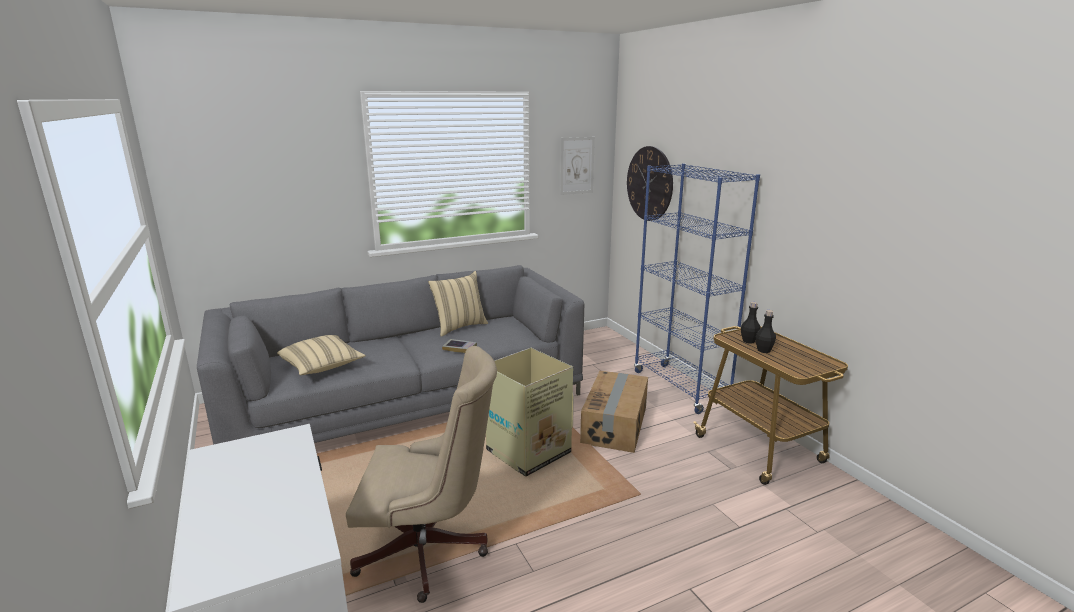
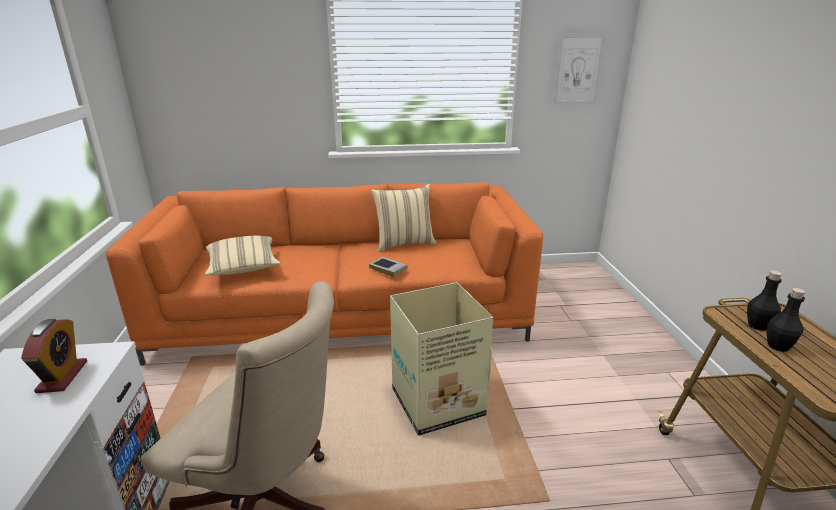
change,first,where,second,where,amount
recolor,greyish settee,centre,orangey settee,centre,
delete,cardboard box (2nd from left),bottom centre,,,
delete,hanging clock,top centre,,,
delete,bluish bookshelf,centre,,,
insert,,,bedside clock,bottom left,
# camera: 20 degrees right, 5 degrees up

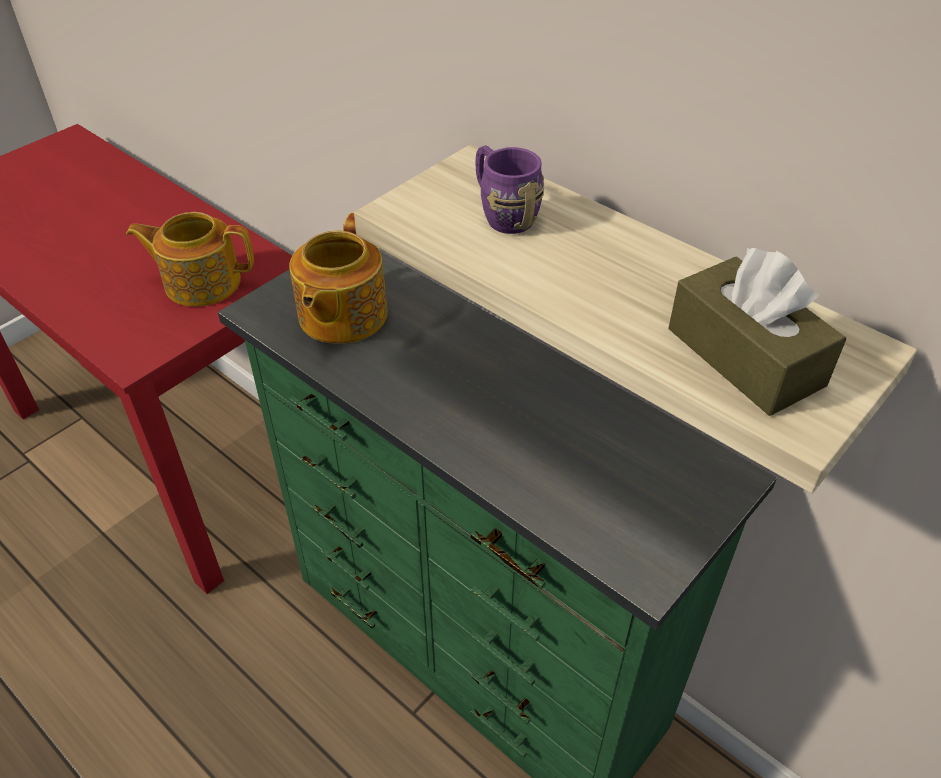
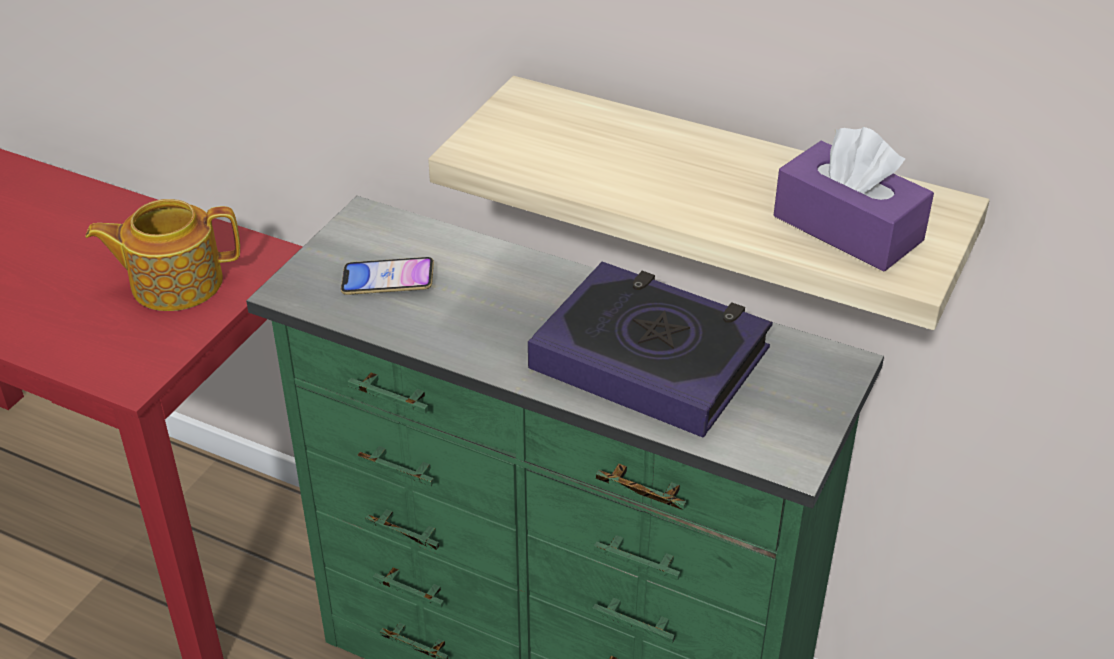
change,first,where,second,where,amount
replace,pot for tea (2nd from left),centre,handset,centre,
delete,purplish tea mug,top centre,,,
recolor,brown-coloured tissue box,middle right,purplish tissue box,top right,
insert,,,book,centre,
# camera: 15 degrees left, 5 degrees down

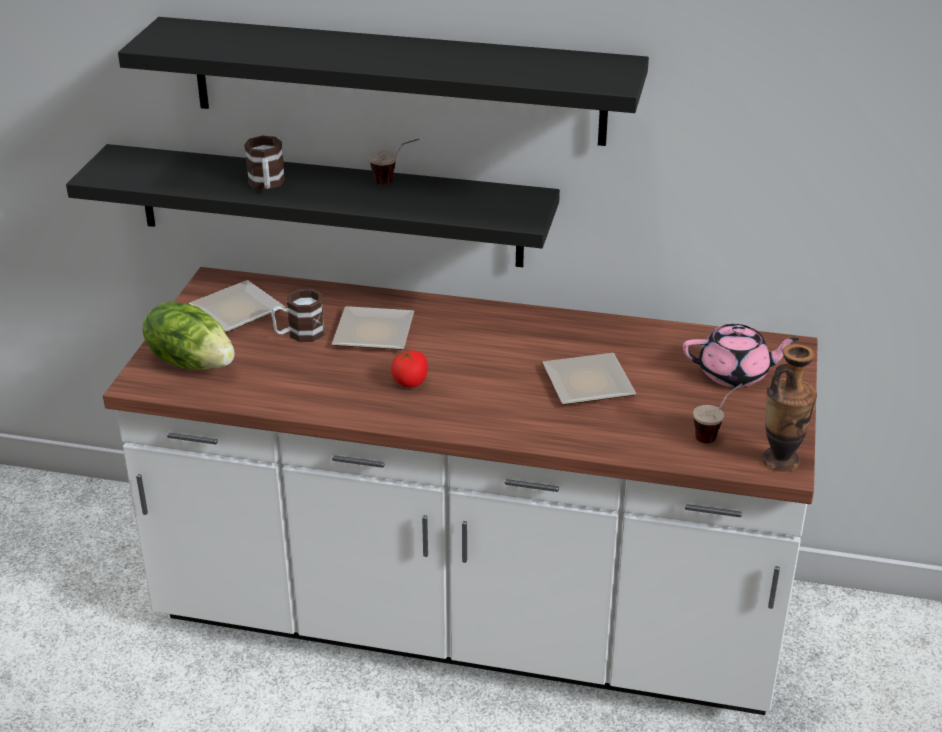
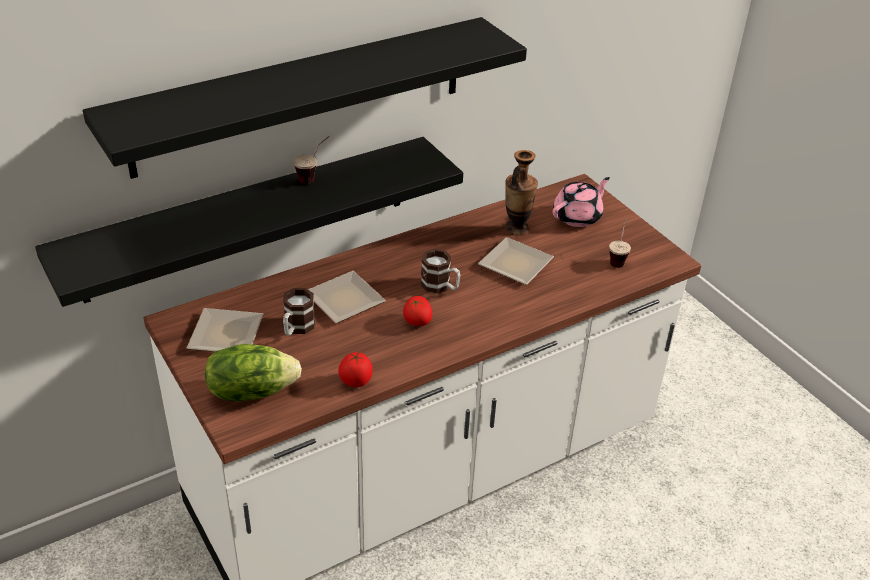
change,first,where,second,where,amount
move,tea mug (1st from left in the first image),top left,tea mug (2nd from left),centre,
move,decorative vase,middle right,,top centre,
insert,,,whole tomato (1st from left),centre,
# camera: 45 degrees left, 5 degrees up

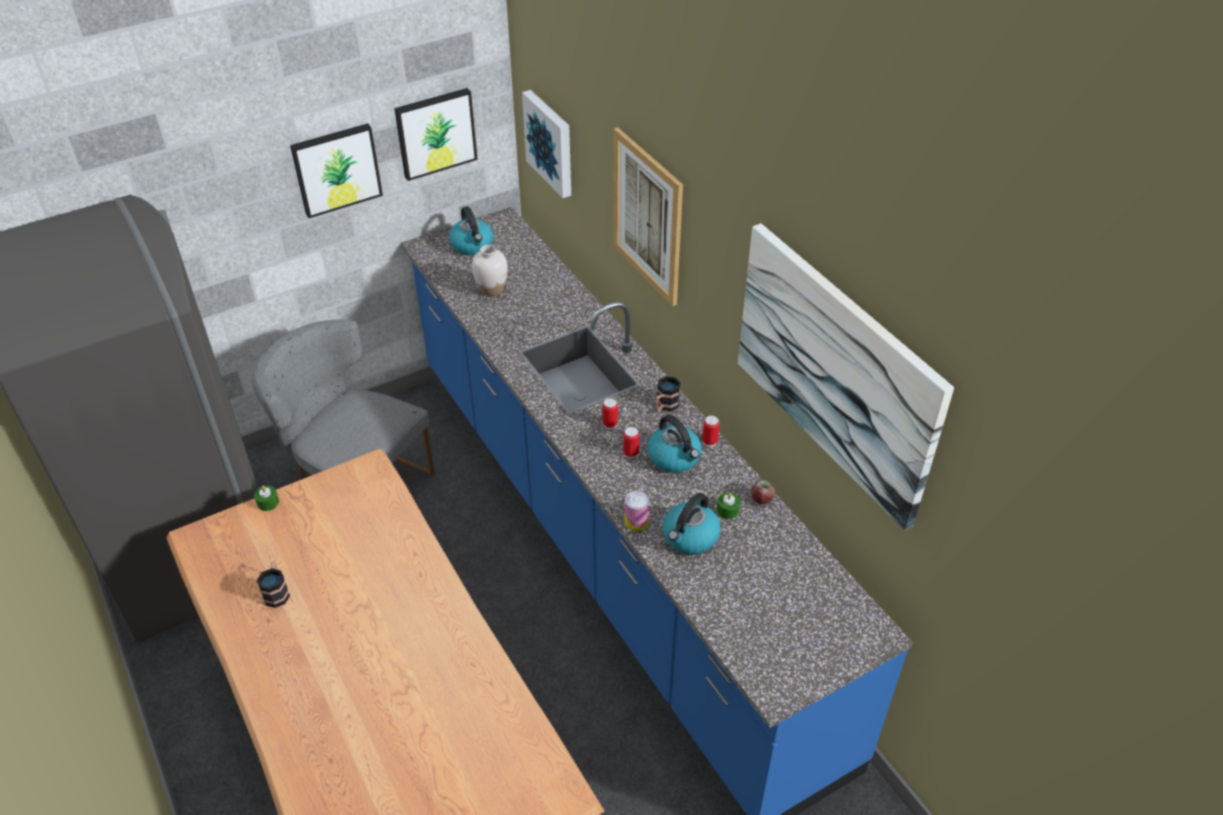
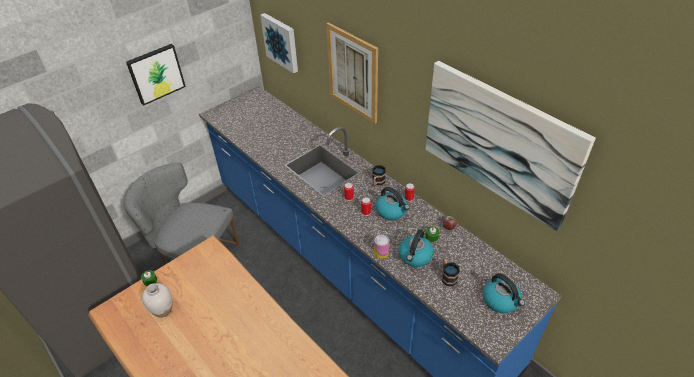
change,first,where,second,where,amount
move,tea mug (1st from left in the first image),bottom left,tea mug (2nd from left),bottom centre,
delete,wall art (2nd from left),top centre,,,
move,tea kettle (1st from left in the first image),top centre,tea kettle (3rd from left),bottom right,
move,white-coloured decorative vase,top centre,,bottom left,
# camera: 10 degrees left, 0 degrees up

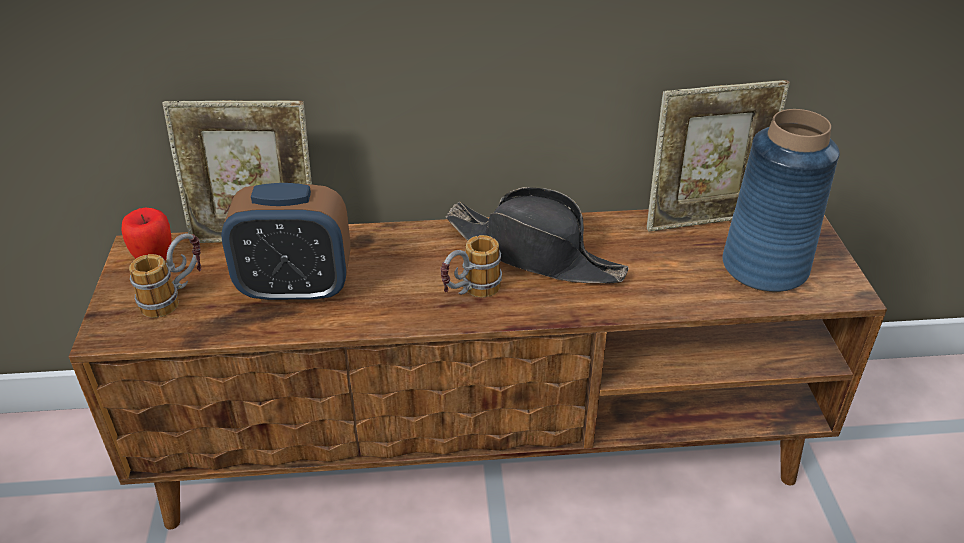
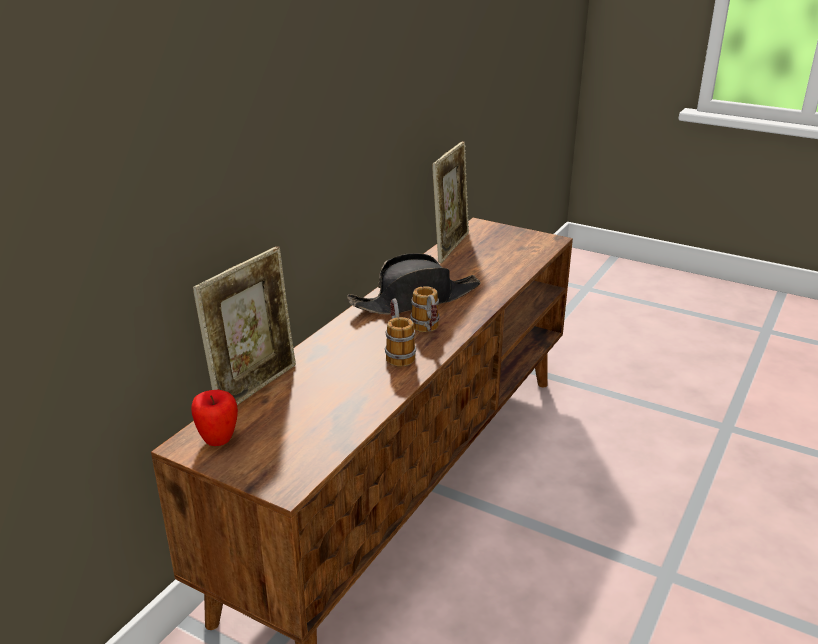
change,first,where,second,where,amount
move,tea mug (1st from left),middle left,,centre,
delete,bedside clock,middle left,,,
delete,bluish decorative vase,middle right,,,
# camera: 55 degrees left, 10 degrees down

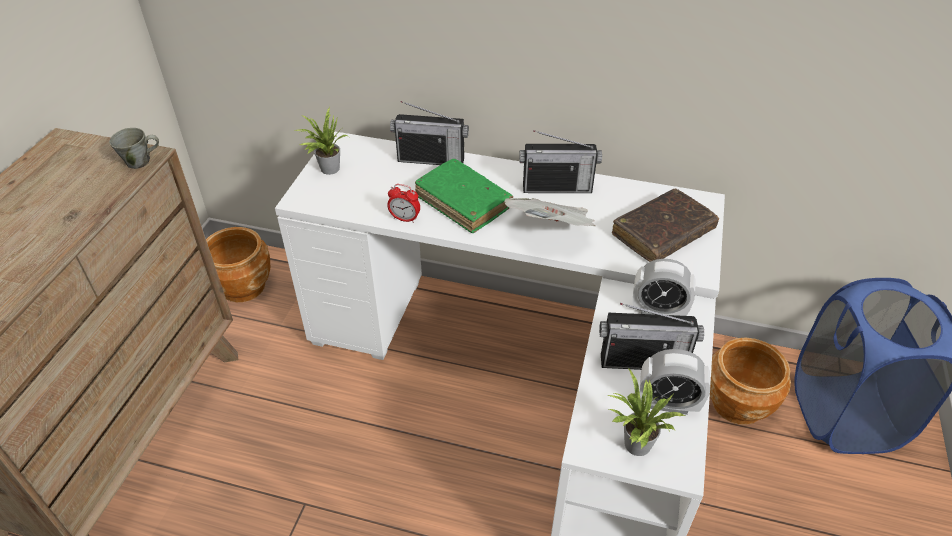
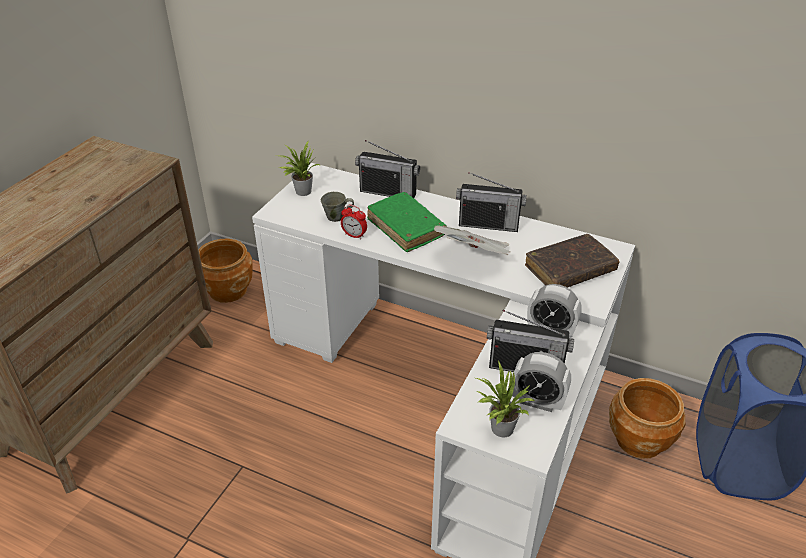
change,first,where,second,where,amount
move,greyish tea mug,top left,,centre,
# camera: 10 degrees right, 5 degrees down

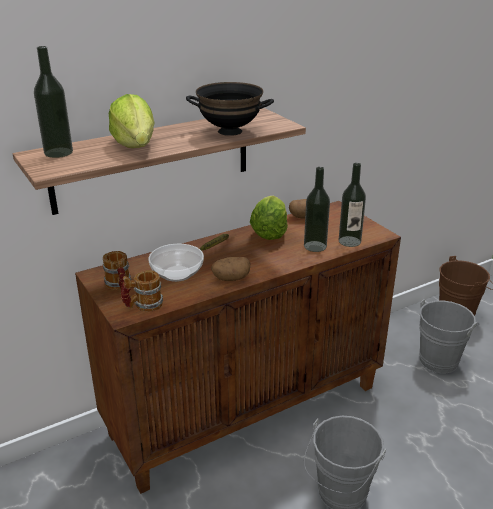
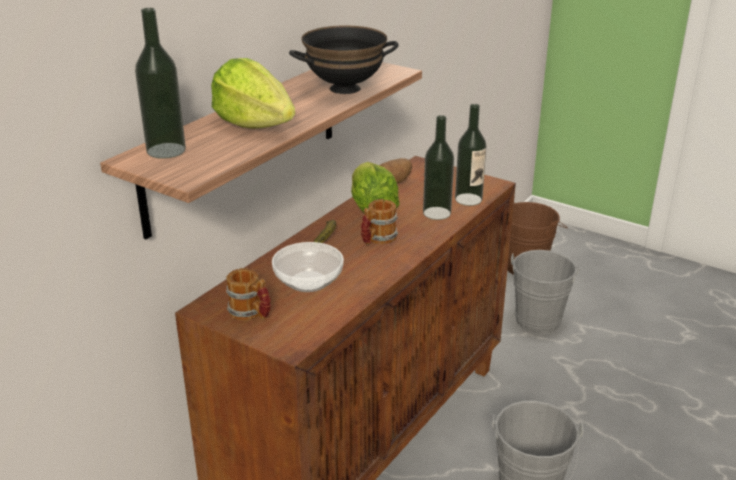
change,first,where,second,where,amount
move,tea mug (2nd from left),middle left,,centre,
delete,potato (1st from left),centre,,,
# camera: 25 degrees left, 0 degrees up

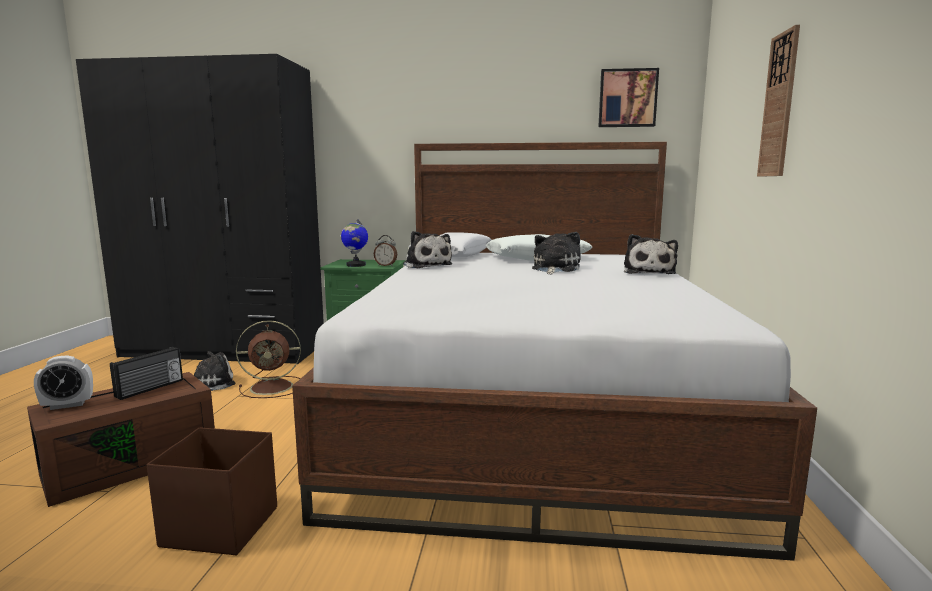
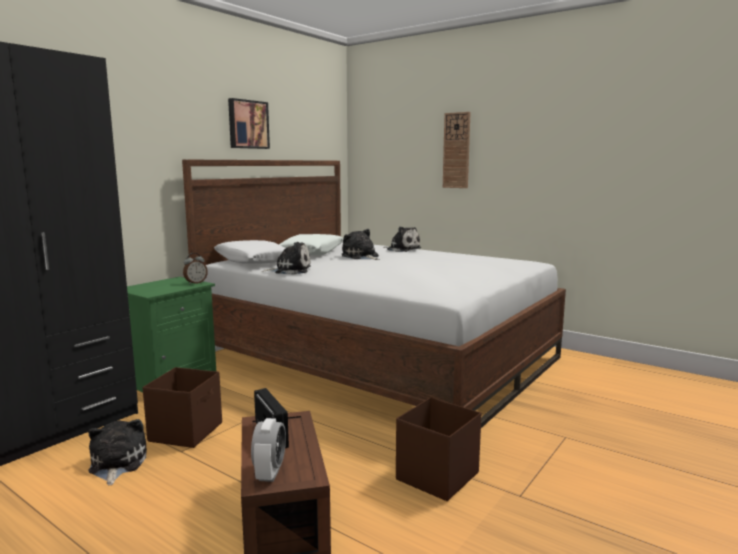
change,first,where,second,where,amount
replace,brown-coloured fan,middle left,brown-coloured storage box (1st from left),bottom left,
delete,globe,centre,,,
move,wall art,top right,,top centre,
# camera: 60 degrees left, 0 degrees up

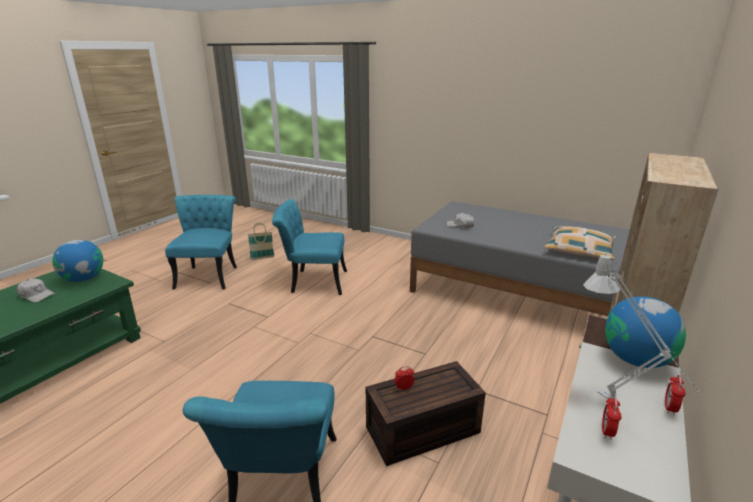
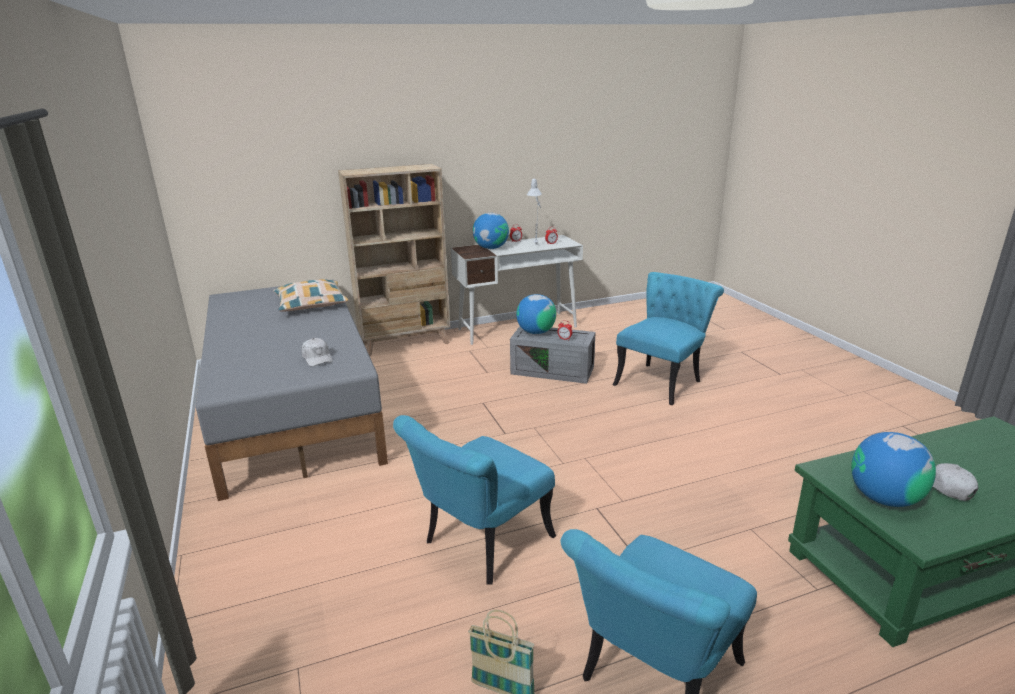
change,first,where,second,where,amount
rotate,blue-green plain chair (3rd from left in the first image),centre,blue-green plain chair (1st from left),bottom centre,90 degrees clockwise
recolor,brown-coloured storage box,bottom centre,greyish storage box,centre,
insert,,,globe (2nd from left),centre,
# camera: 140 degrees left, 0 degrees up

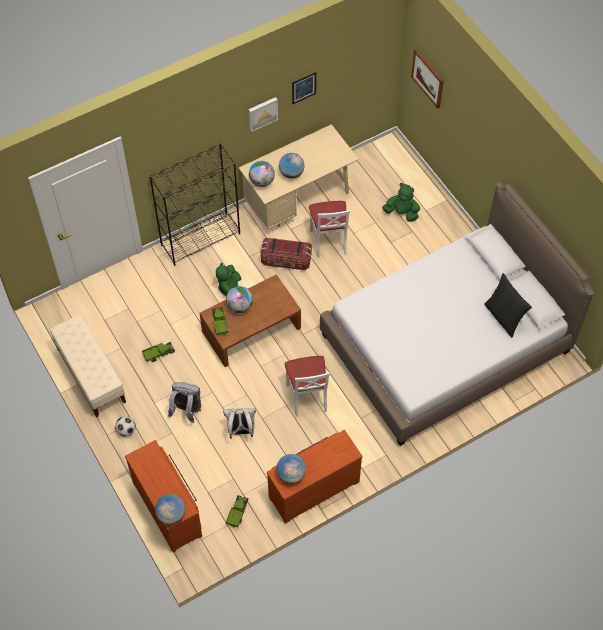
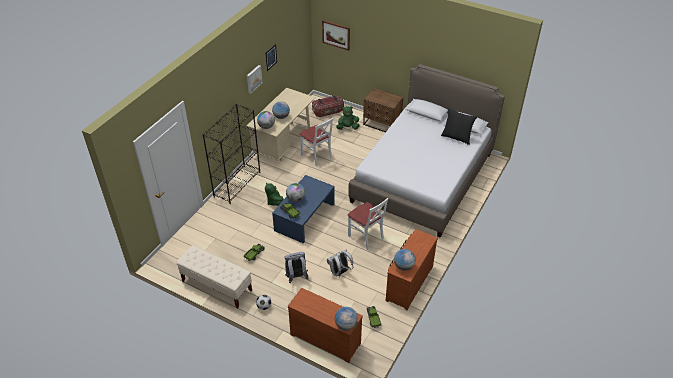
change,first,where,second,where,amount
recolor,brown-coloured low table,centre,bluish low table,centre,
move,storage box,centre,,top centre,
insert,,,brown-coloured bedside table,top centre,
# camera: 30 degrees left, 15 degrees down

